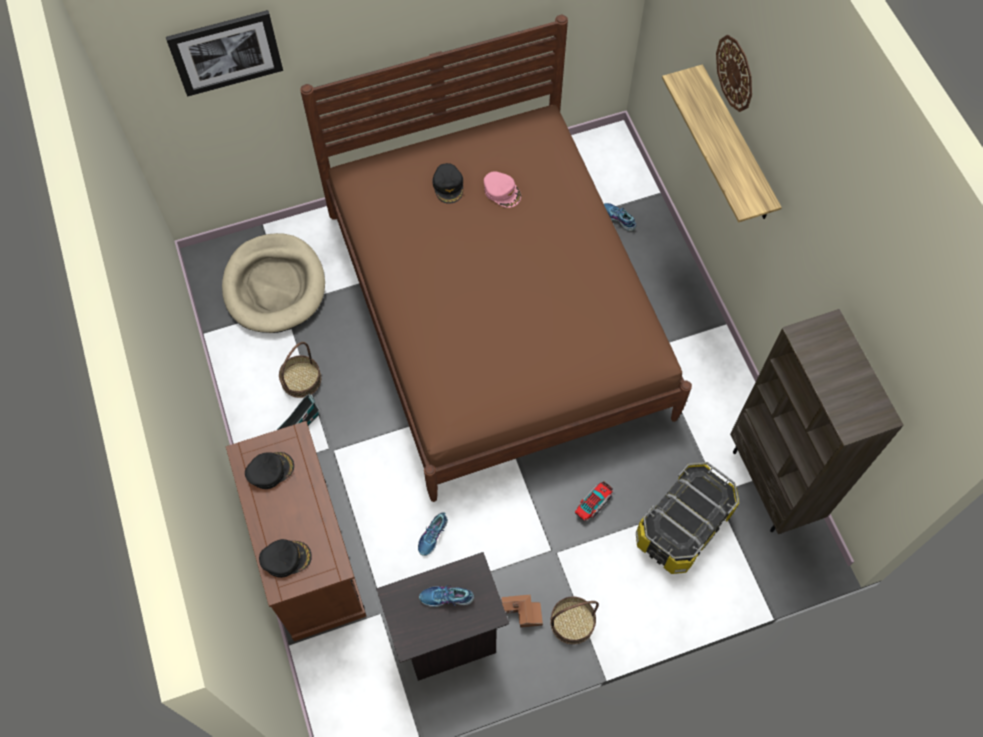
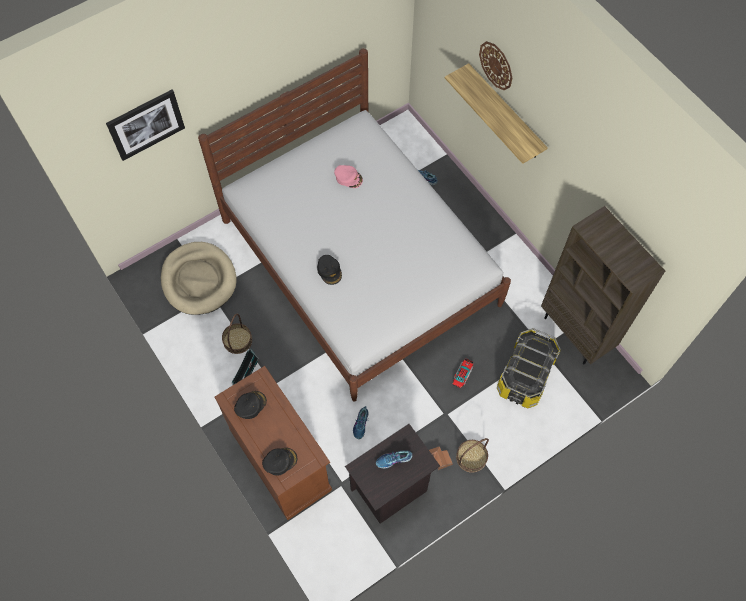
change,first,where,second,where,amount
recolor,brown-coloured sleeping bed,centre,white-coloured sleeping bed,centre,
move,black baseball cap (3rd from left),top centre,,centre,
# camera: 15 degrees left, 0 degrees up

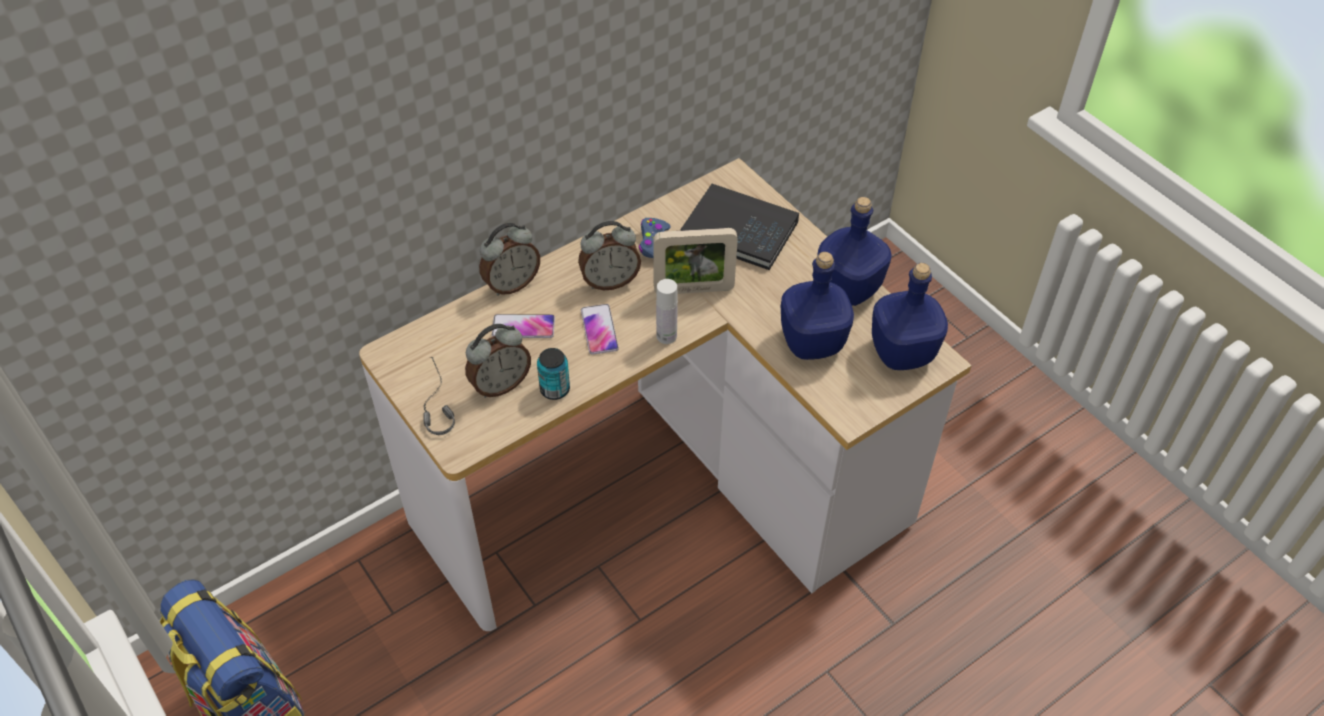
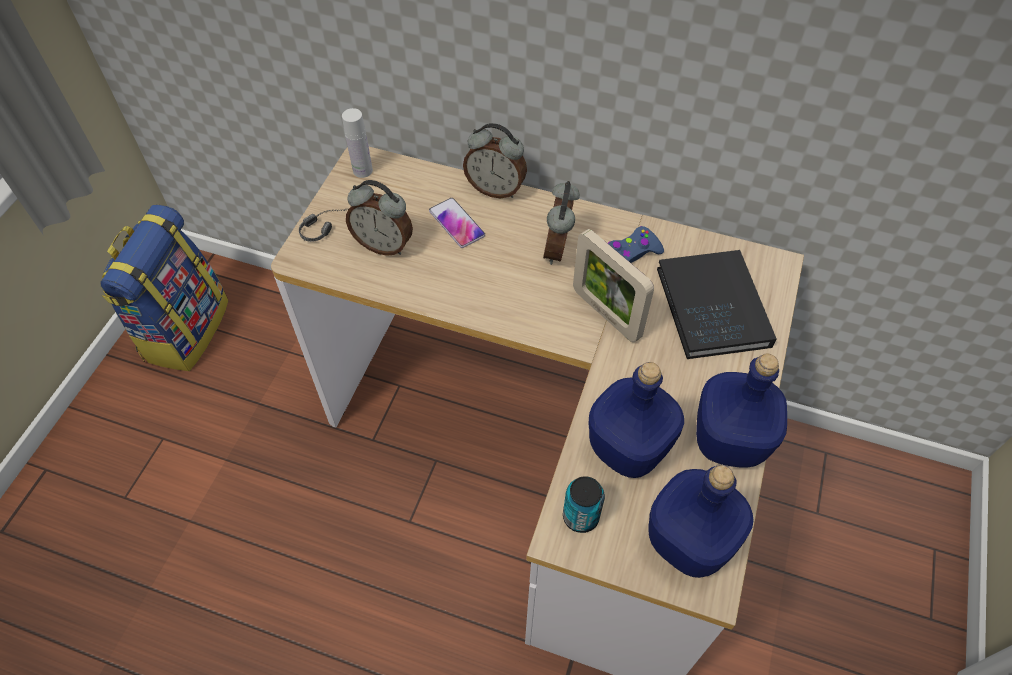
change,first,where,second,where,amount
move,metal can,centre,,bottom centre,
rotate,bedside clock (3rd from left),centre,,top centre,60 degrees clockwise
delete,handset (2nd from left),centre,,,
move,white-coloured beverage bottle,centre,,top centre,
# camera: 55 degrees right, 5 degrees up

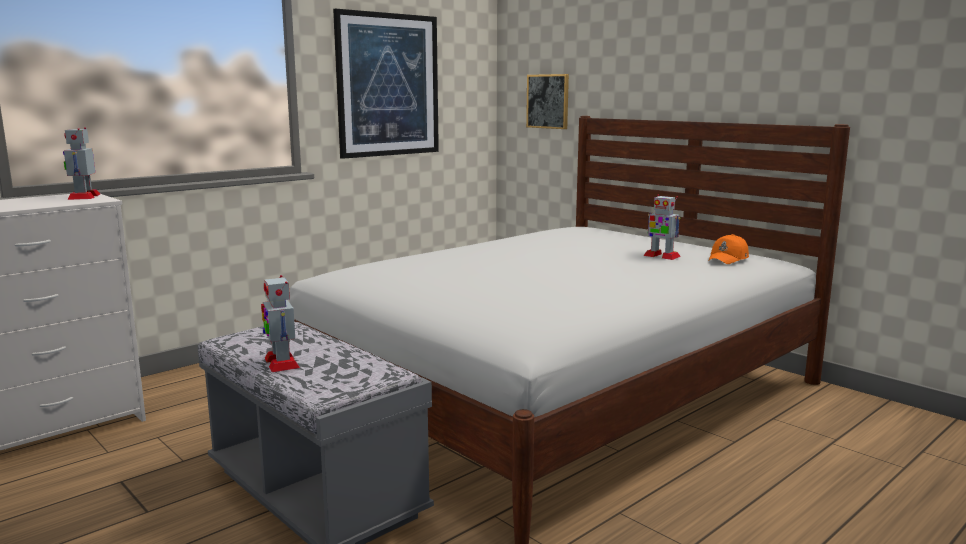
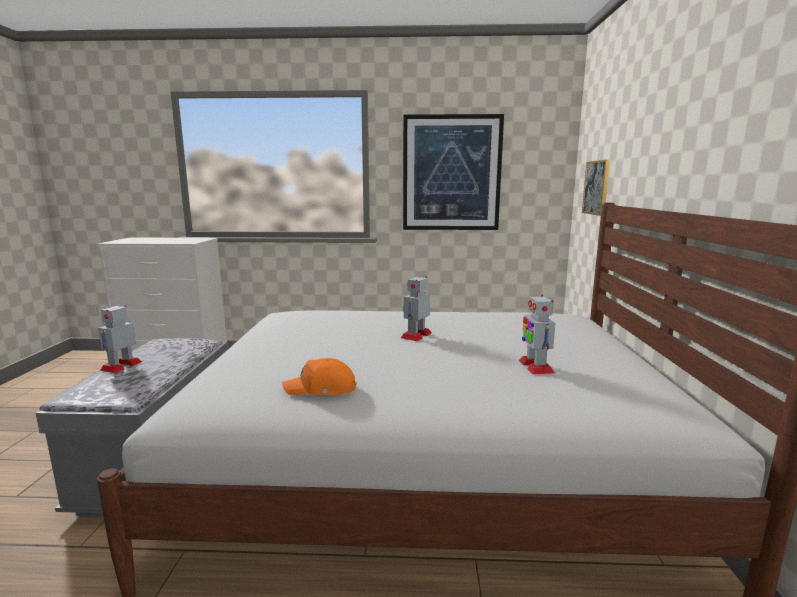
change,first,where,second,where,amount
move,model robot (1st from left in the first image),top left,model robot (2nd from left),centre,
move,orangey baseball cap,middle right,,centre,
# camera: 45 degrees right, 0 degrees up

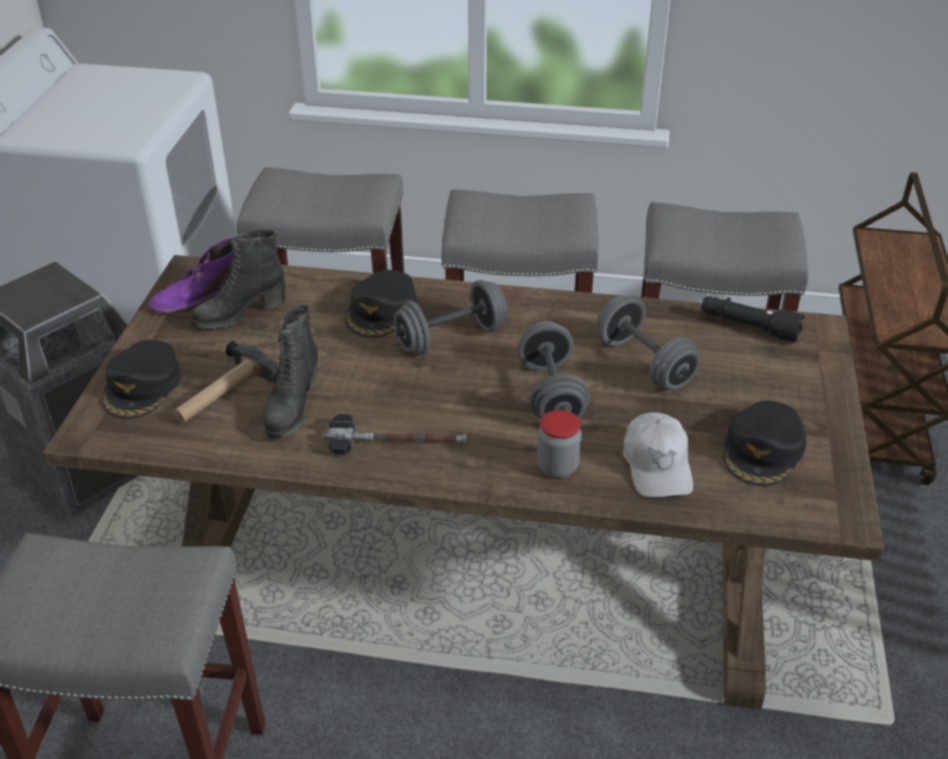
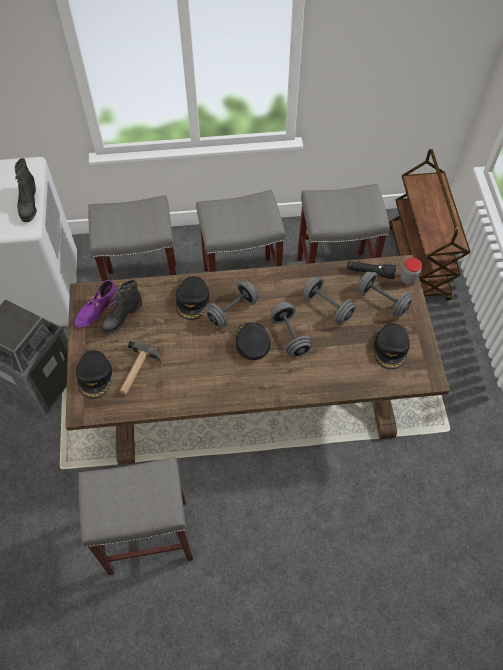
change,first,where,second,where,amount
move,black tall boot (2nd from left in the first image),middle left,black tall boot (1st from left),top left,
delete,tool hammer (2nd from left),centre,,,
move,storage jar,centre,,middle right,
delete,white-coloured baseball cap,middle right,,,
insert,,,black baseball cap (3rd from left),centre,
insert,,,greyish hand weight (4th from left),middle right,
# camera: 15 degrees left, 20 degrees up

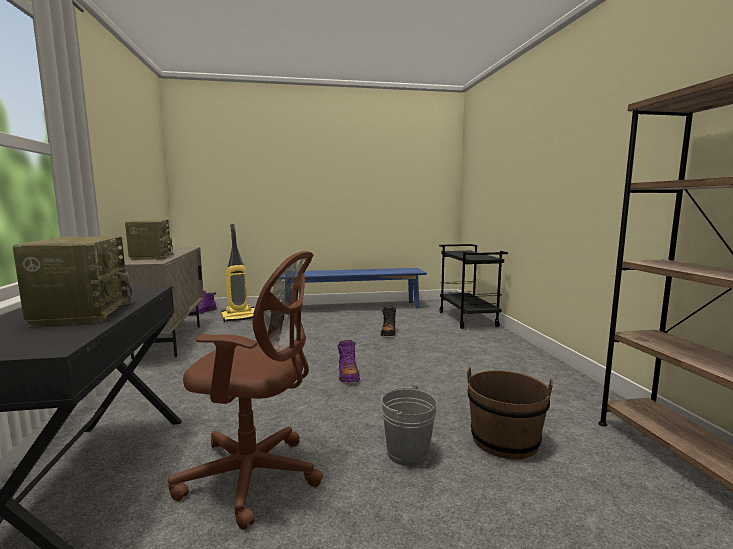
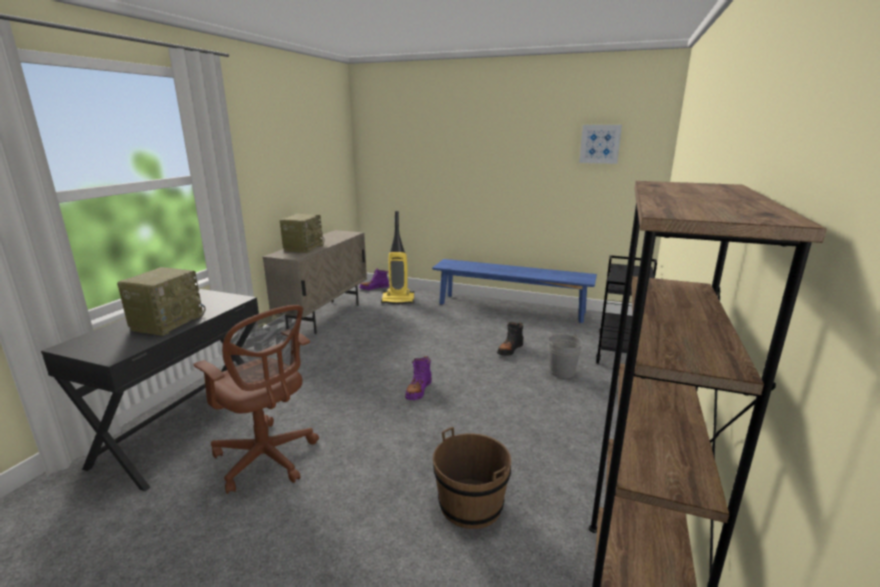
change,first,where,second,where,amount
move,greyish pail,bottom centre,,centre,
insert,,,wall art,top right,
# camera: 30 degrees right, 10 degrees up

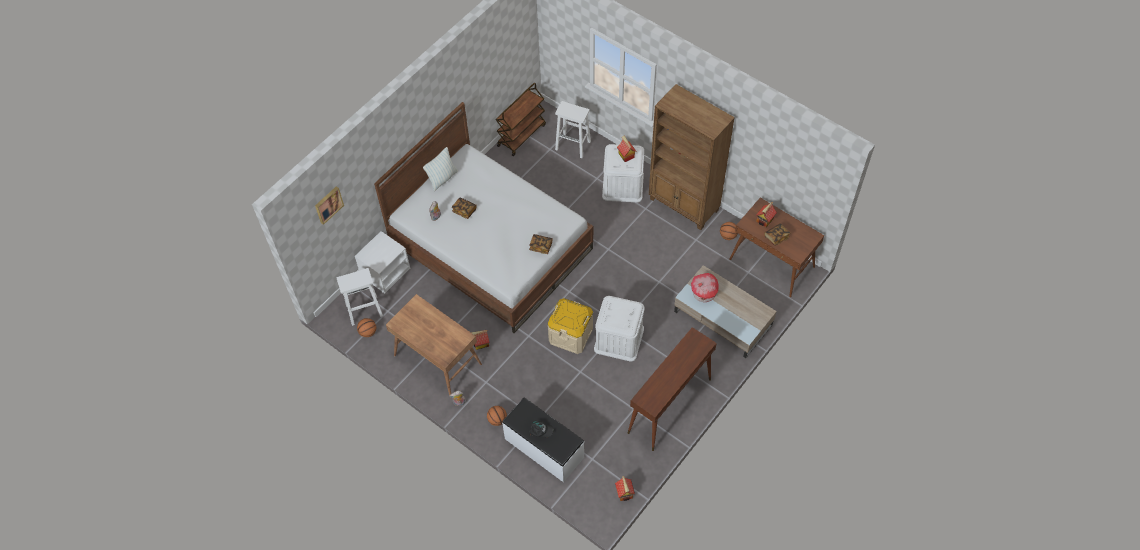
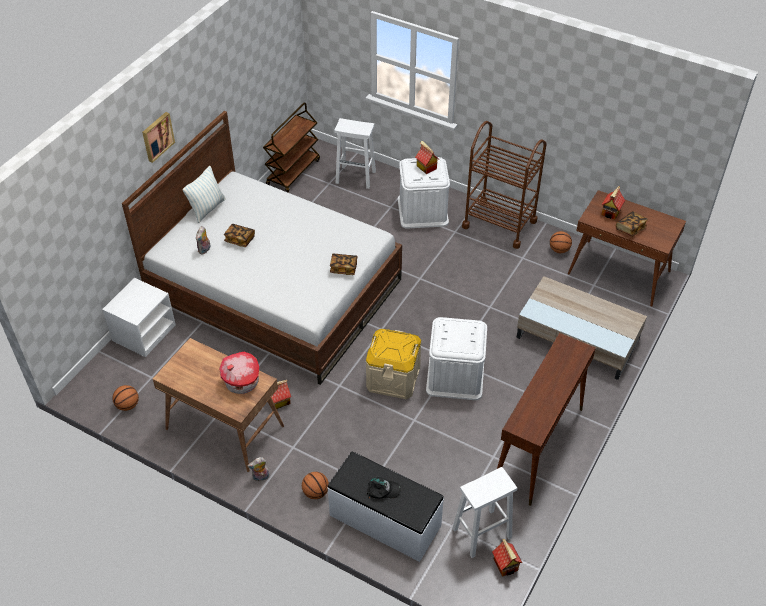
change,first,where,second,where,amount
move,wall art,middle left,,top left,
move,white-coloured sitting stool (1st from left in the first image),middle left,white-coloured sitting stool (2nd from left),bottom centre,
replace,brown-coloured bookshelf,top centre,brown-coloured cart (2nd from left),top centre,
move,model house (4th from left in the first image),centre,model house (1st from left),middle left,
# camera: 10 degrees left, 10 degrees down

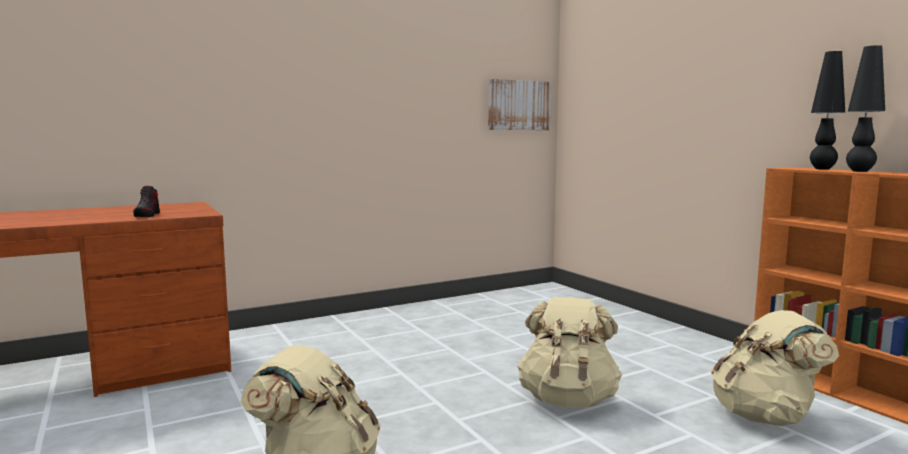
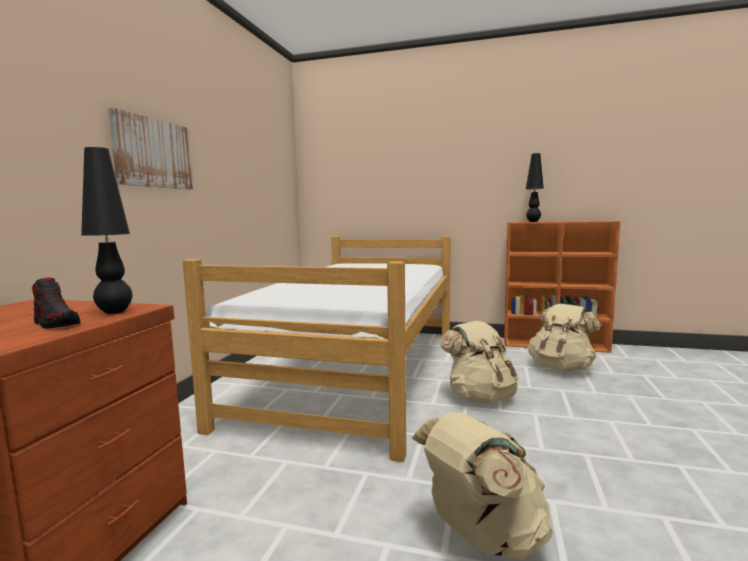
change,first,where,second,where,amount
move,wall art,top centre,,top left,
move,black lamp for a table (2nd from left in the first image),top right,black lamp for a table (1st from left),middle left,
insert,,,sleeping bed,centre,
# camera: 45 degrees left, 0 degrees up

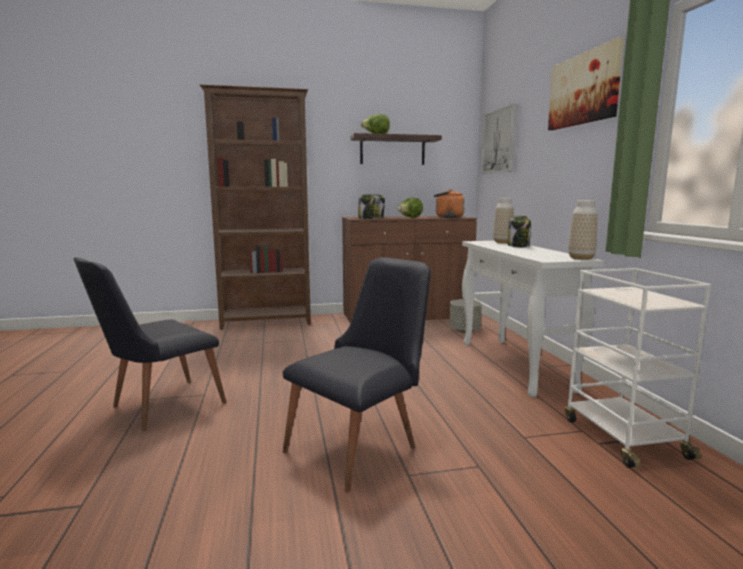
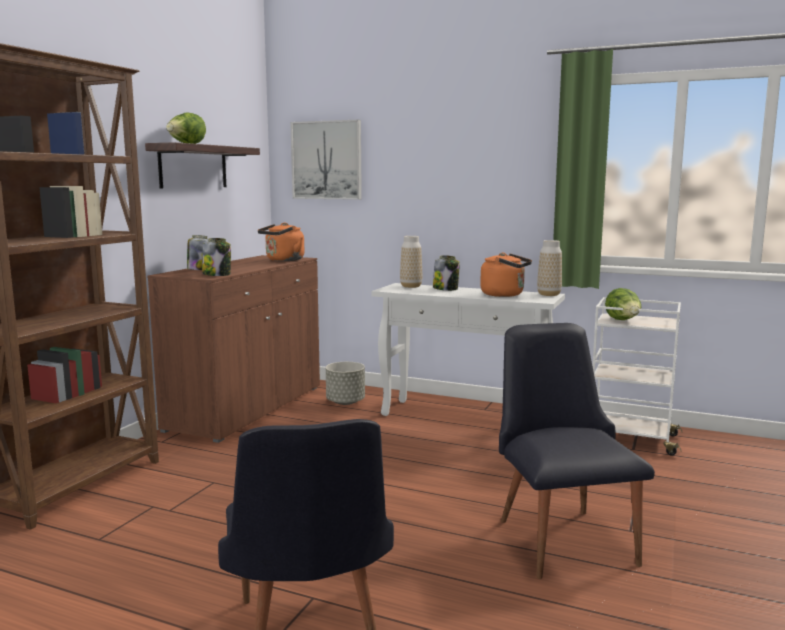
change,first,where,second,where,amount
move,lettuce head (2nd from left),centre,,middle right,
delete,wall art (2nd from left),top right,,,
insert,,,orangey tea kettle (2nd from left),centre,
# camera: 55 degrees left, 0 degrees up

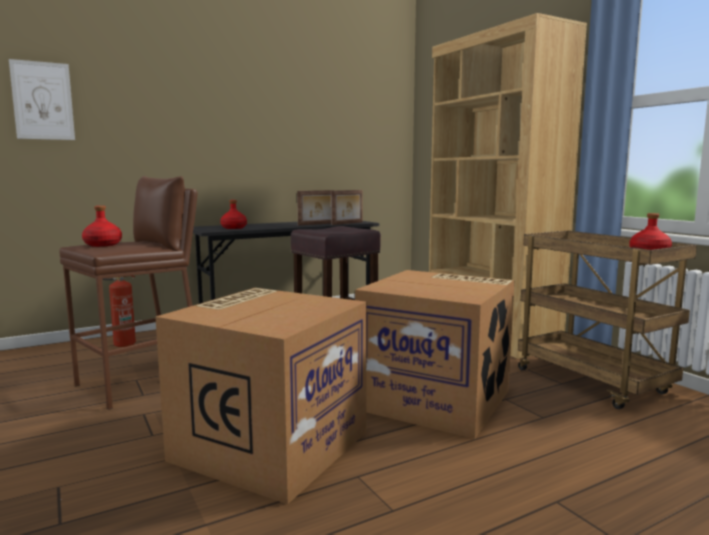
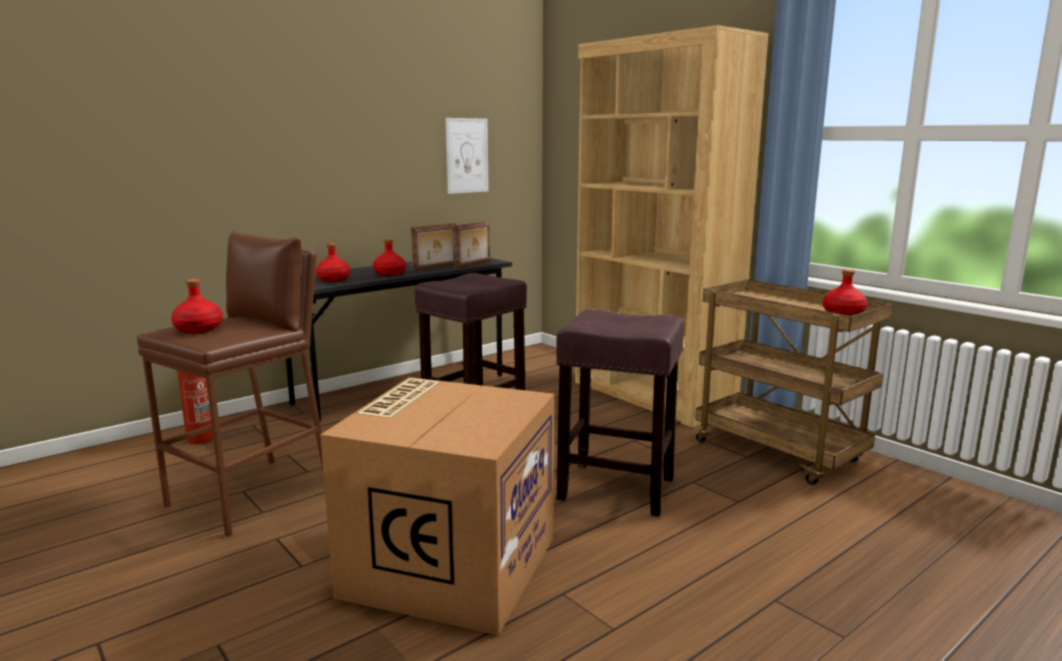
change,first,where,second,where,amount
move,wall art,top left,,top centre,
replace,cardboard box (2nd from left),centre,brown-coloured sitting stool (3rd from left),centre,
insert,,,reddish beverage bottle (3rd from left),centre,
# camera: 10 degrees left, 5 degrees up

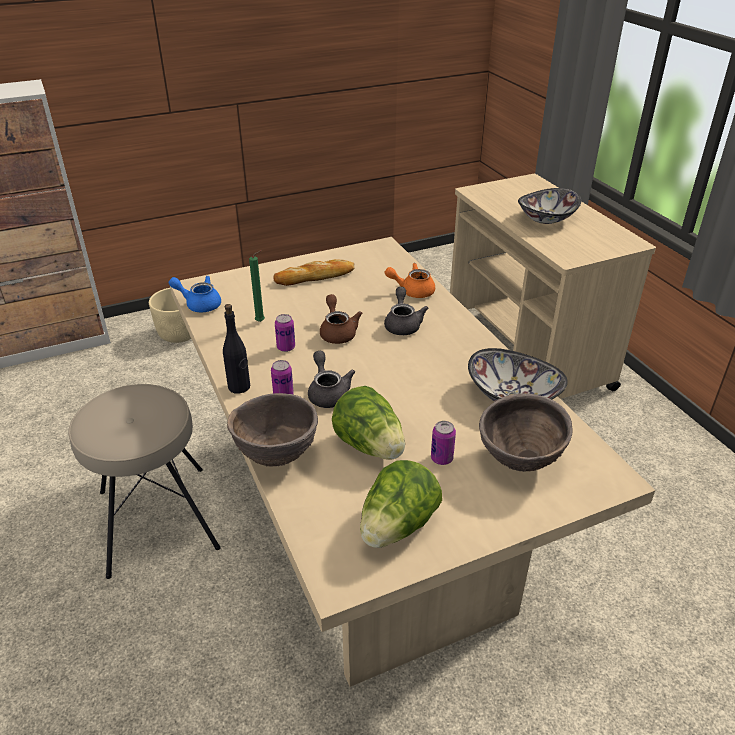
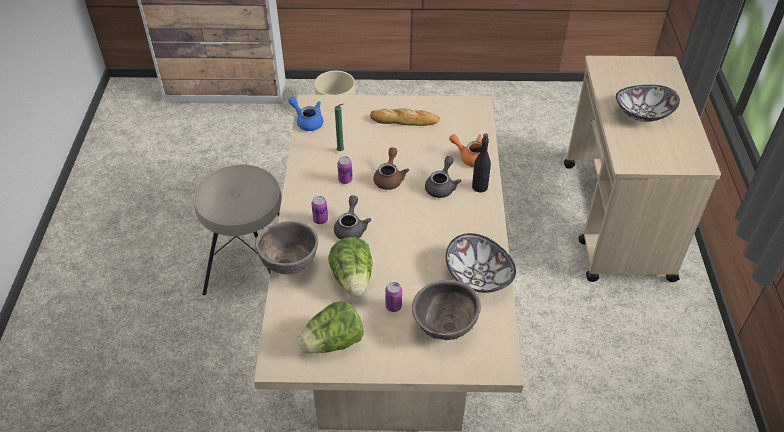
change,first,where,second,where,amount
move,black beverage bottle,middle left,,centre,
# camera: 25 degrees right, 10 degrees up

